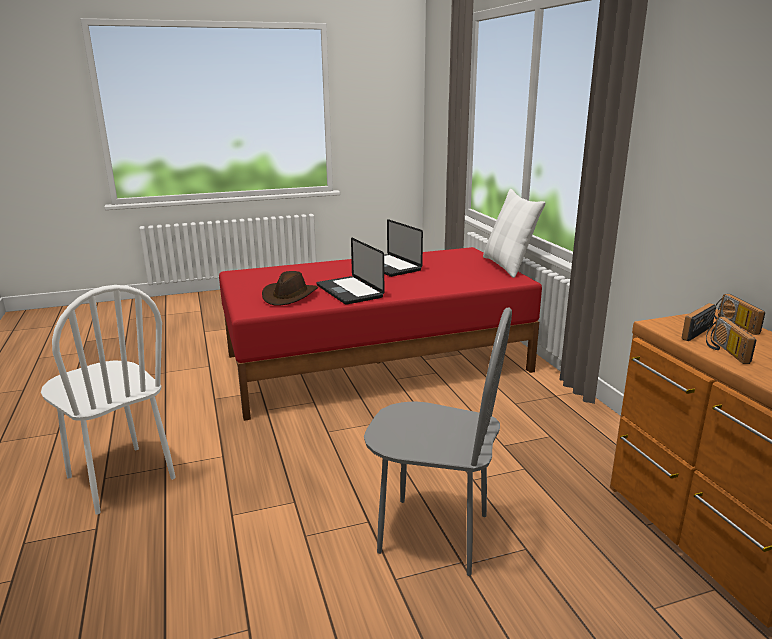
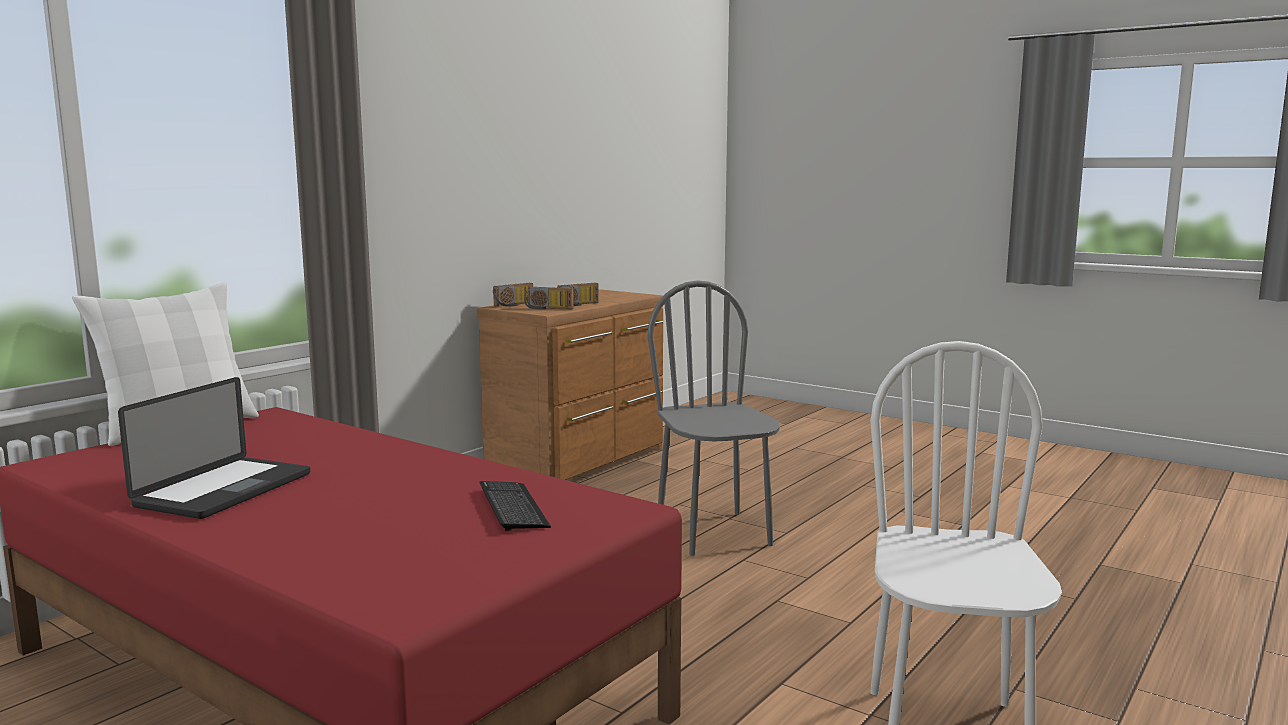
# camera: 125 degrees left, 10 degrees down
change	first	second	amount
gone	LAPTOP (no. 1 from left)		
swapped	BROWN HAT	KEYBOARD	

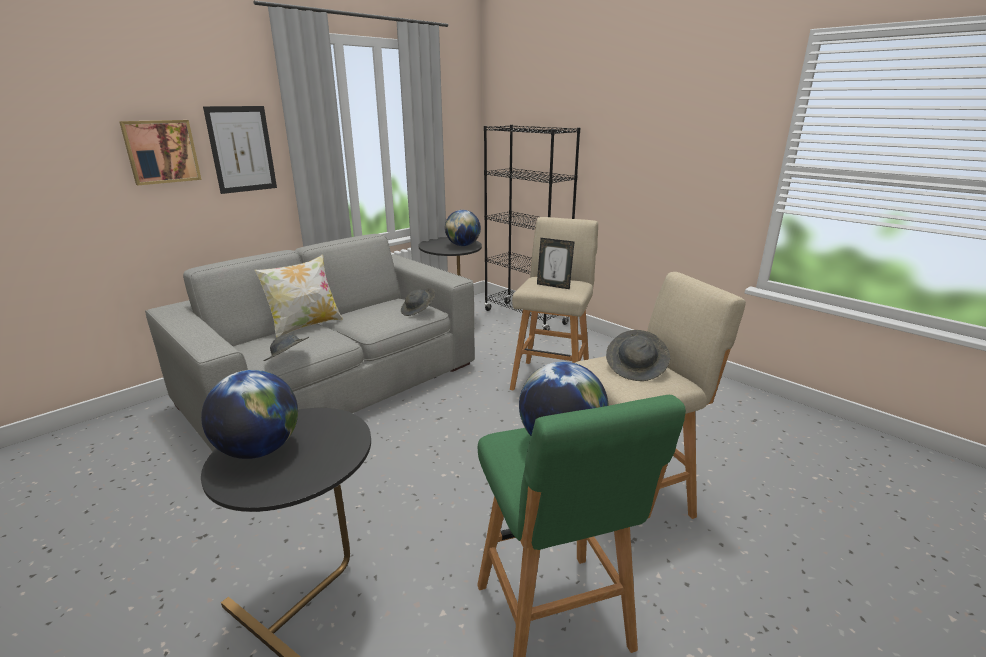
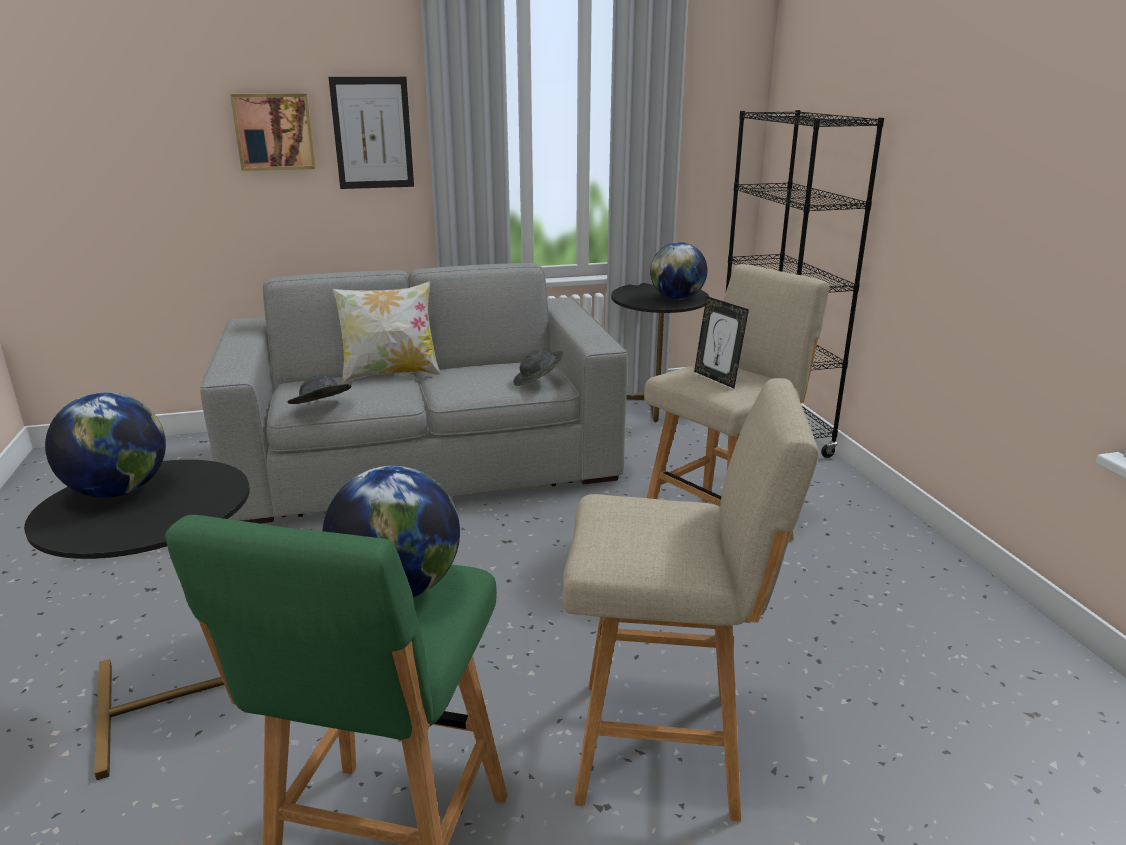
# camera: 30 degrees right, 0 degrees up
change	first	second	amount
gone	GREY HAT (no. 3 from left)		

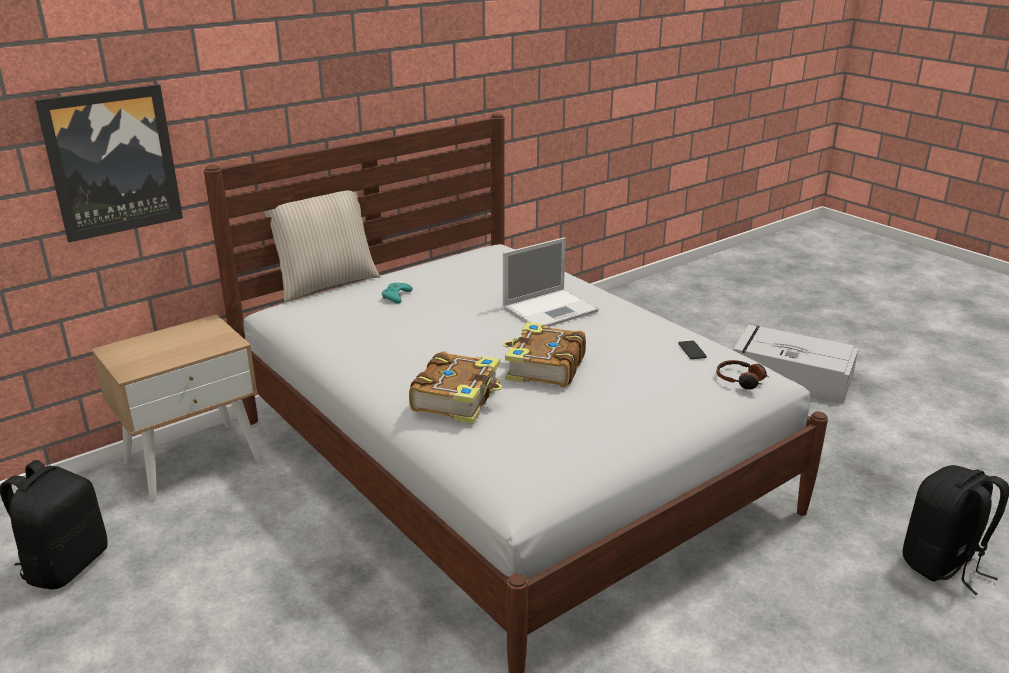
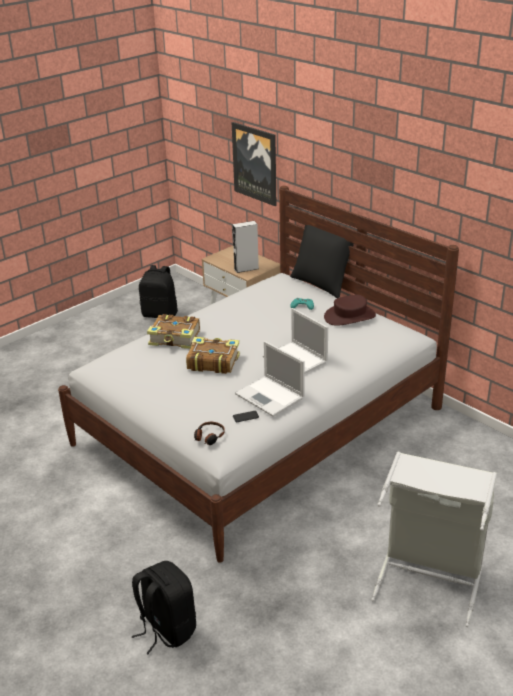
# camera: 85 degrees right, 5 degrees up
change	first	second	amount
new		GREY SPEAKER	
new		LAPTOP (no. 1 from left)	
new		BROWN HAT	
swapped	GREY STORAGE BOX	GREY LAUNDRY BASKET	
repainted	BEIGE PILLOW	BLACK PILLOW	

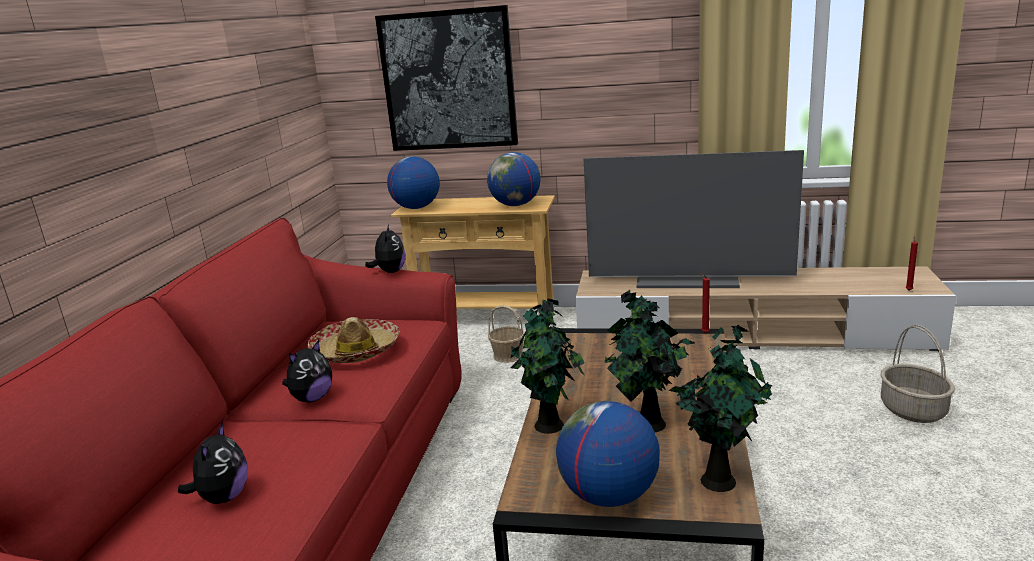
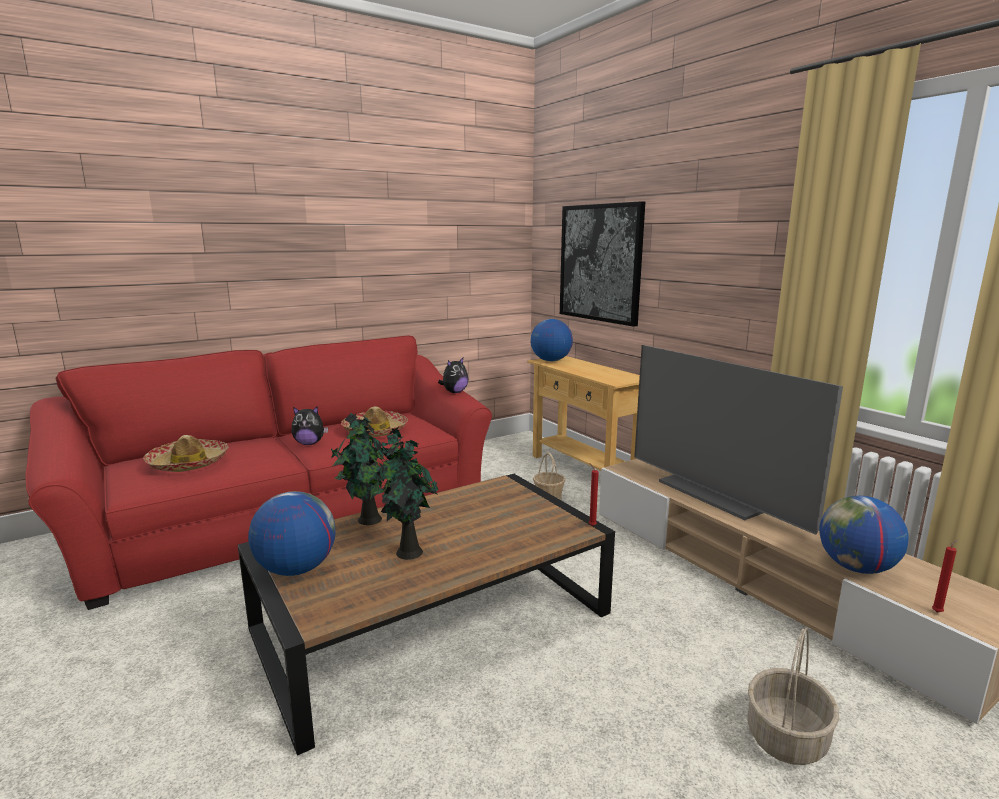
# camera: 45 degrees right, 5 degrees down
change	first	second	amount
gone	POTTED PLANT (no. 3 from left)		
shifted	GLOBE (no. 2 from left in the first image)	GLOBE (no. 3 from left)	
swapped	PLUSH TOY (no. 1 from left)	HAT (no. 1 from left)	

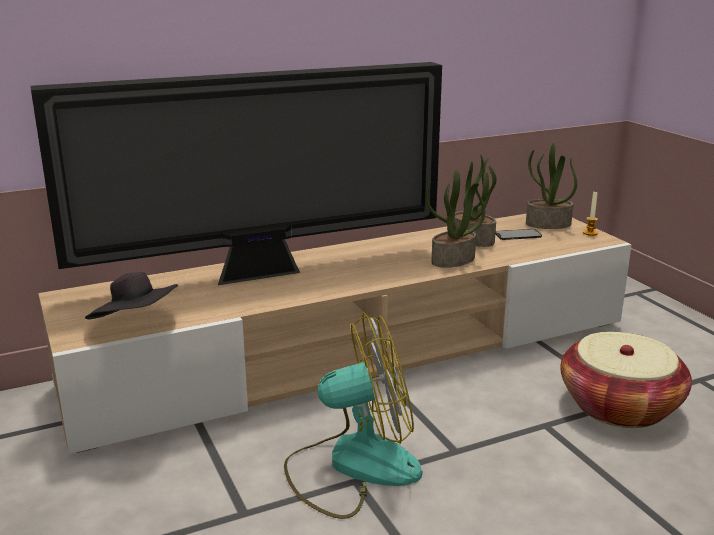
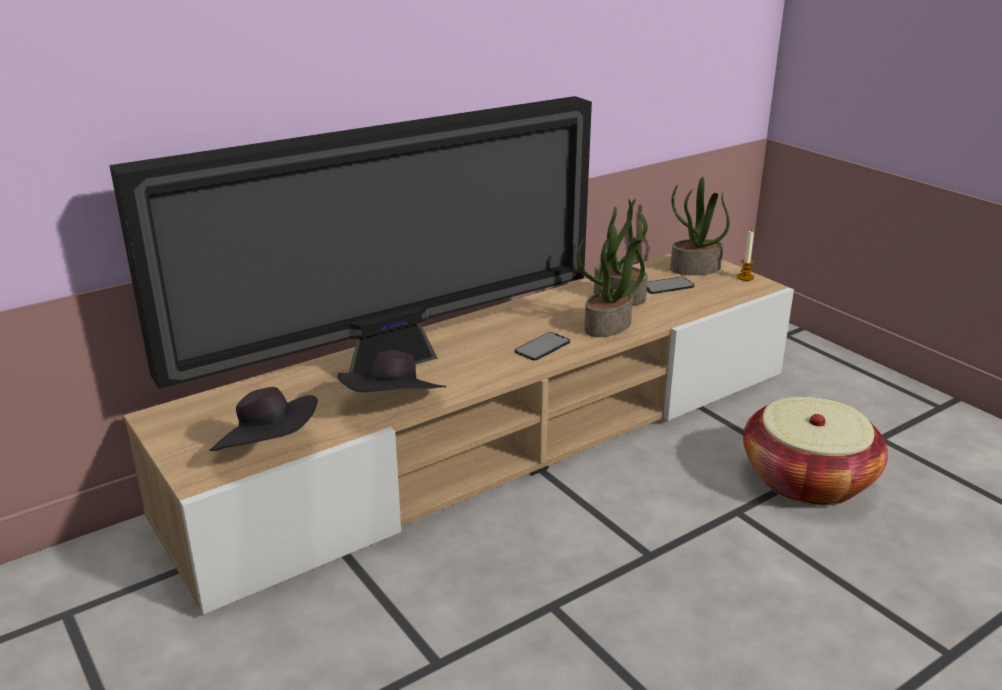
# camera: 10 degrees left, 5 degrees up
change	first	second	amount
gone	FAN		
new		BLACK HAT (no. 2 from left)	
new		PHONE (no. 1 from left)	

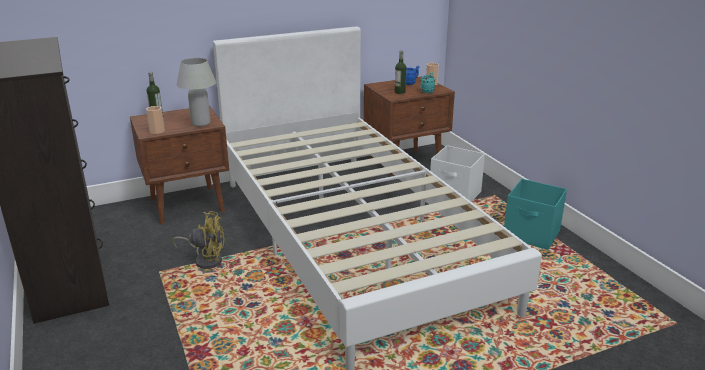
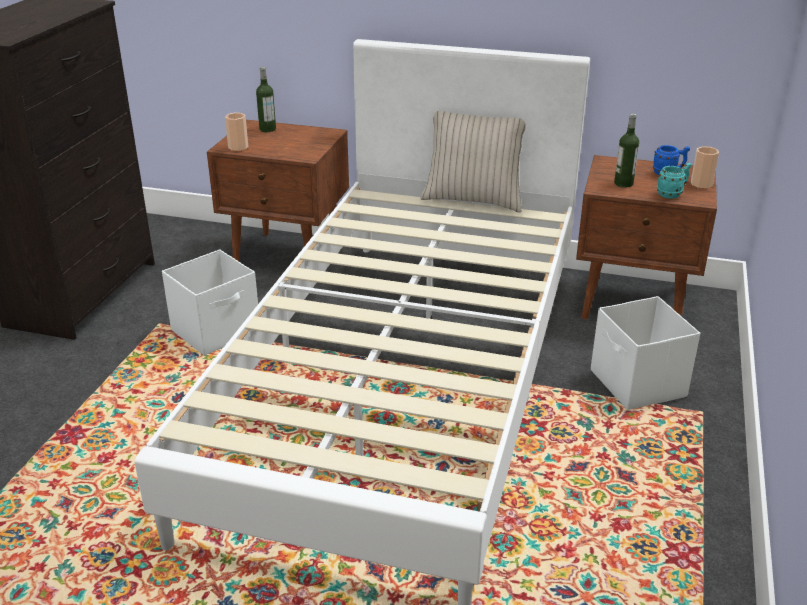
# camera: 40 degrees right, 5 degrees up
change	first	second	amount
gone	WHITE TABLE LAMP		
gone	TURQUOISE STORAGE BOX		
new		BEIGE PILLOW	
swapped	YELLOW FAN	WHITE STORAGE BOX (no. 1 from left)	

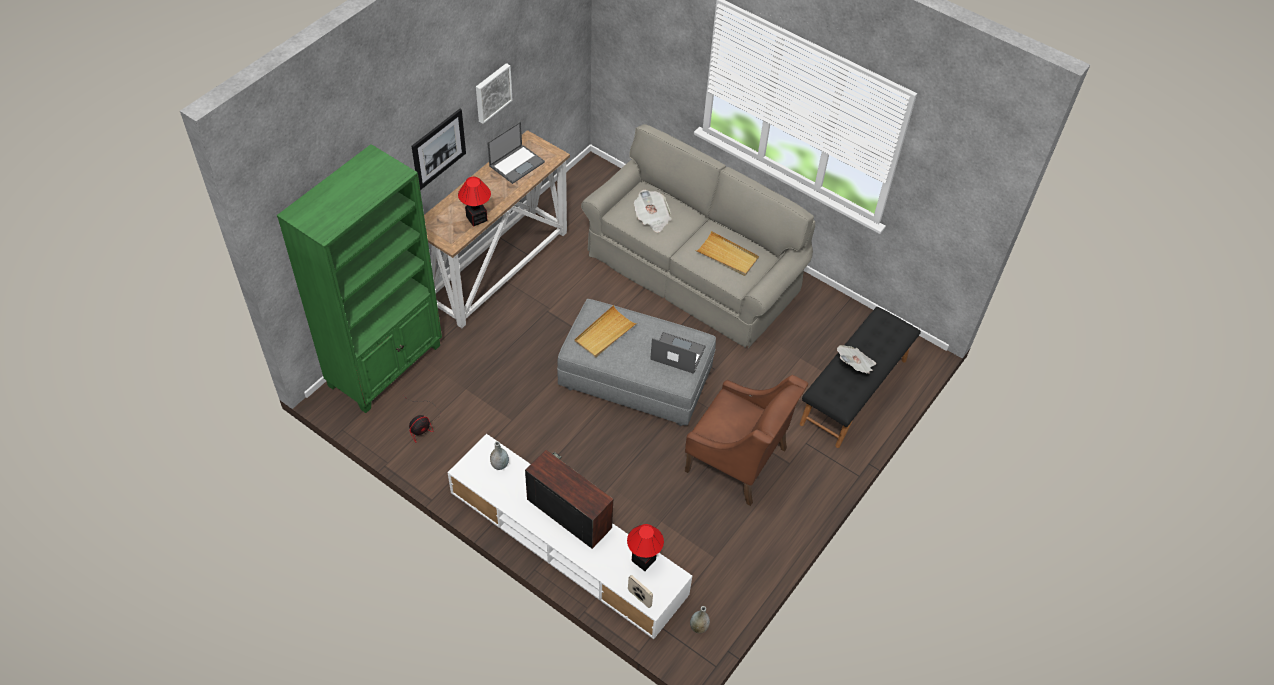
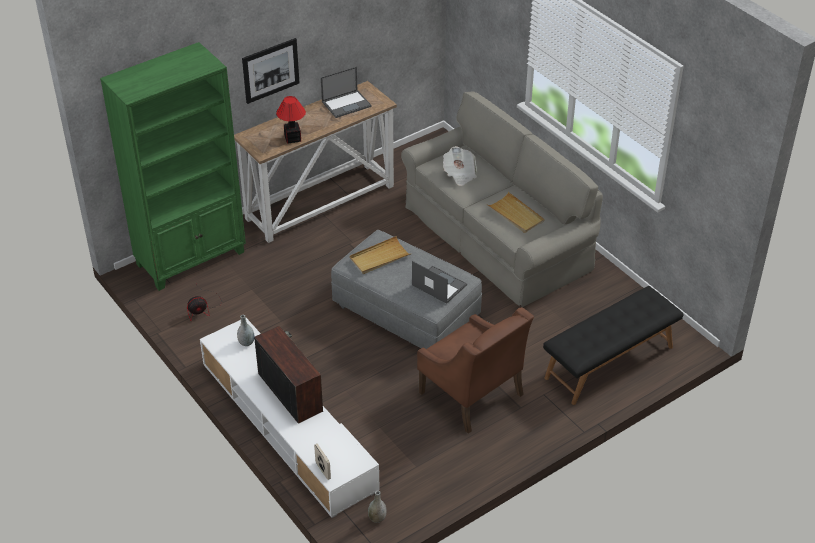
# camera: 20 degrees right, 10 degrees down
change	first	second	amount
gone	PICTURE (no. 2 from left)		
gone	TABLE LAMP (no. 2 from left)		
gone	NEWSPAPER (no. 2 from left)		

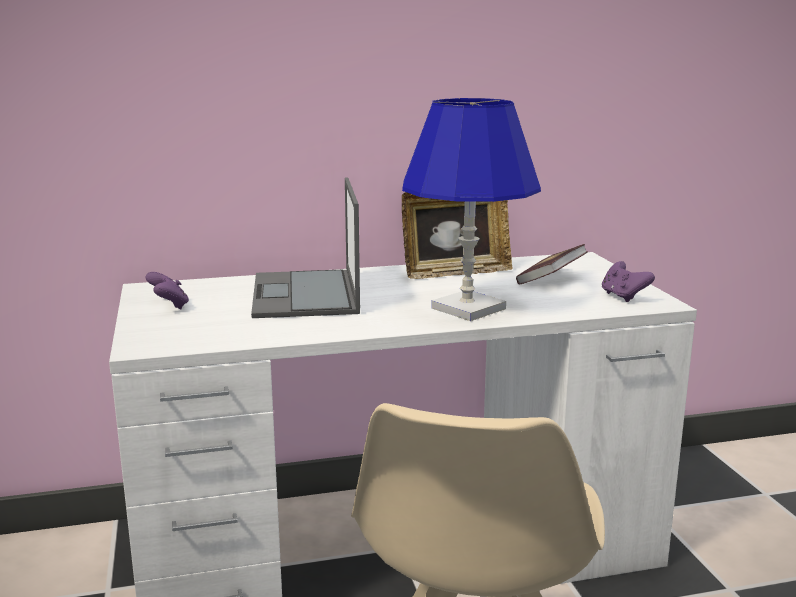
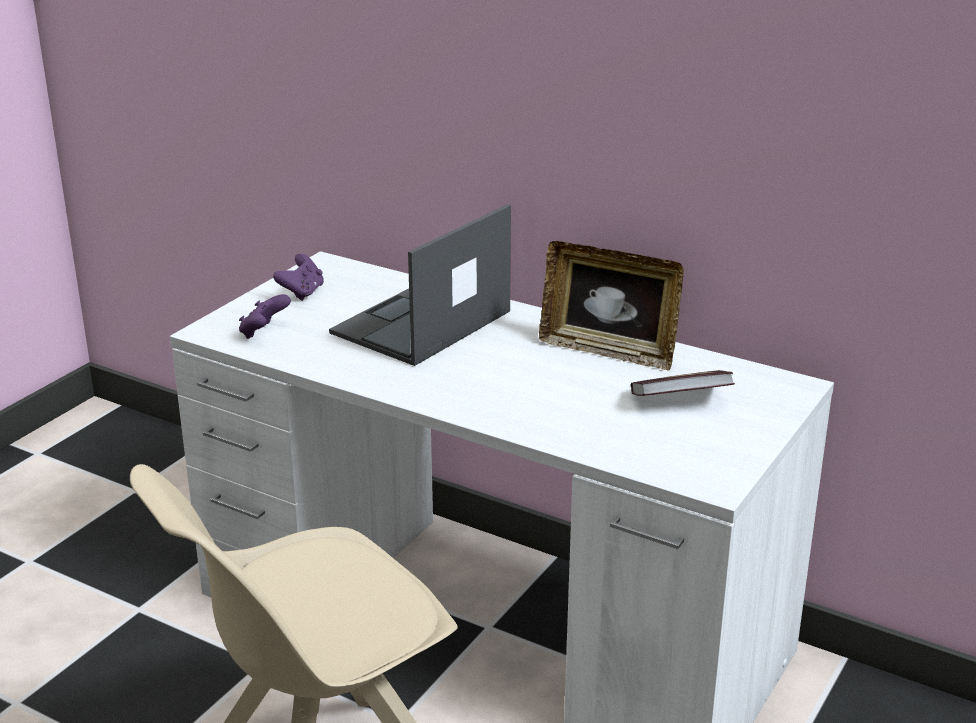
# camera: 45 degrees right, 10 degrees up
change	first	second	amount
gone	BLUE TABLE LAMP		
shifted	PURPLE GAME CONTROLLER (no. 2 from left in the first image)	PURPLE GAME CONTROLLER (no. 1 from left)	

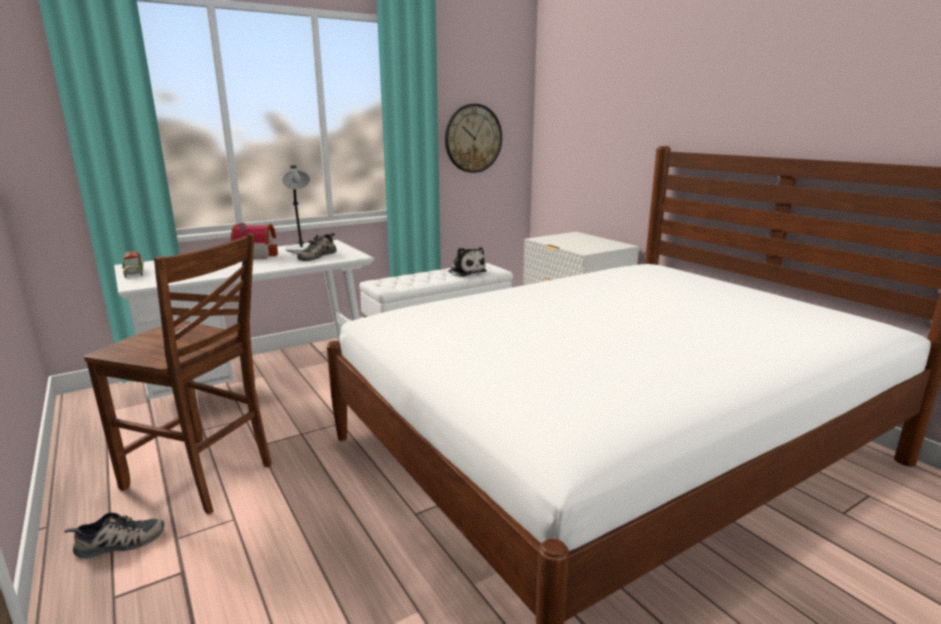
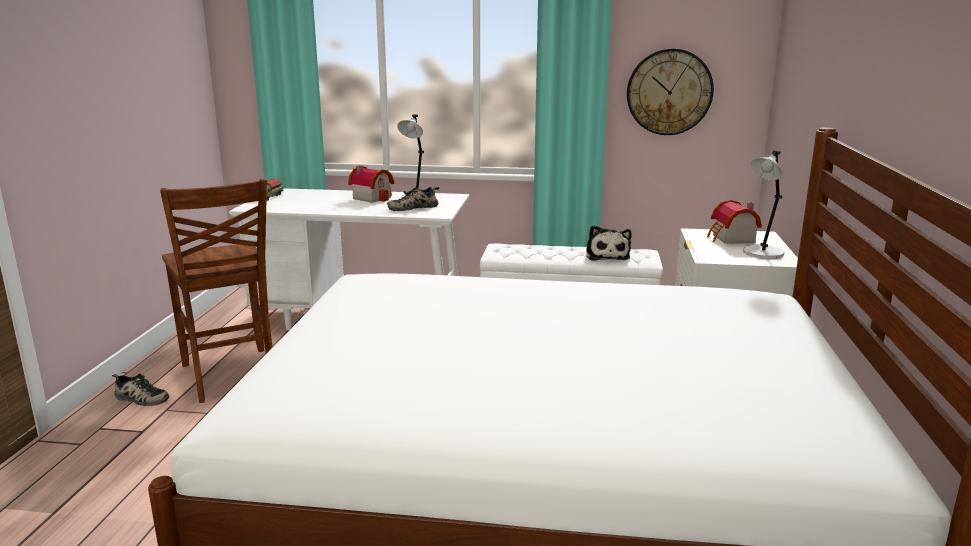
# camera: 40 degrees right, 0 degrees up
change	first	second	amount
new		TOY HOUSE (no. 2 from left)	
new		GREY TABLE LAMP (no. 2 from left)	

